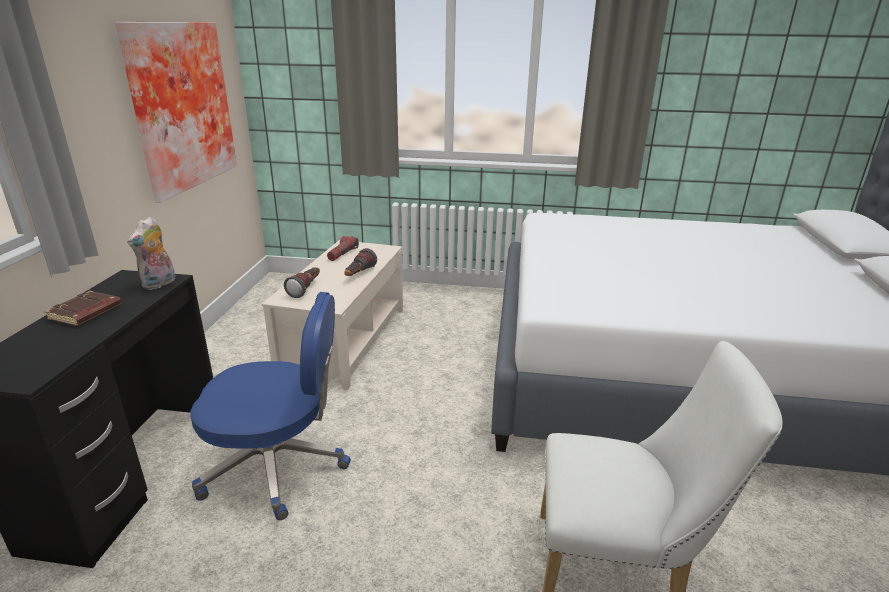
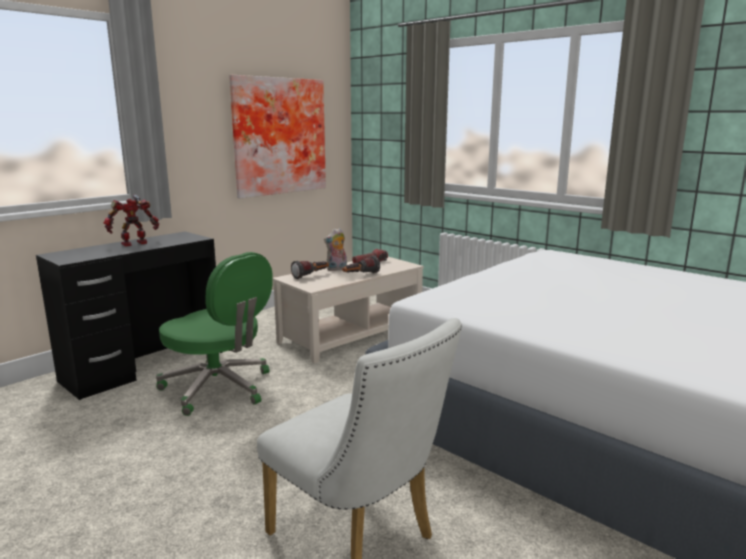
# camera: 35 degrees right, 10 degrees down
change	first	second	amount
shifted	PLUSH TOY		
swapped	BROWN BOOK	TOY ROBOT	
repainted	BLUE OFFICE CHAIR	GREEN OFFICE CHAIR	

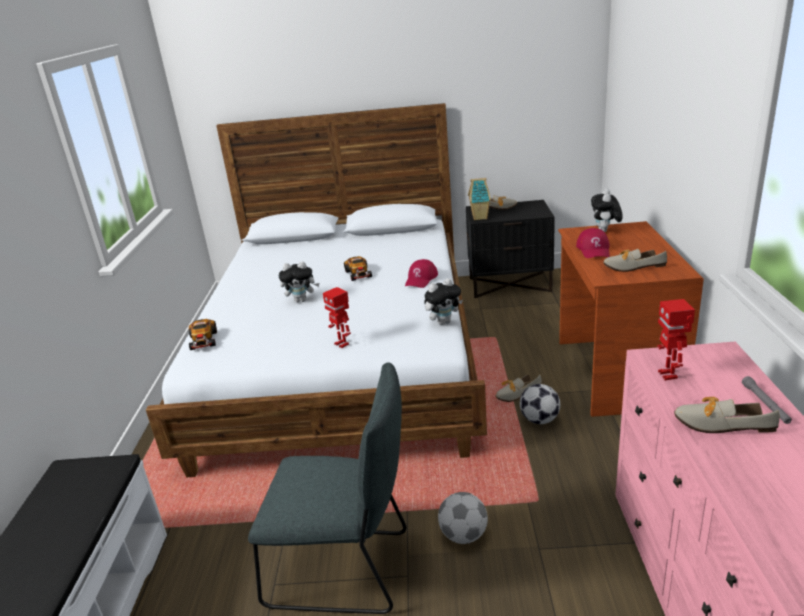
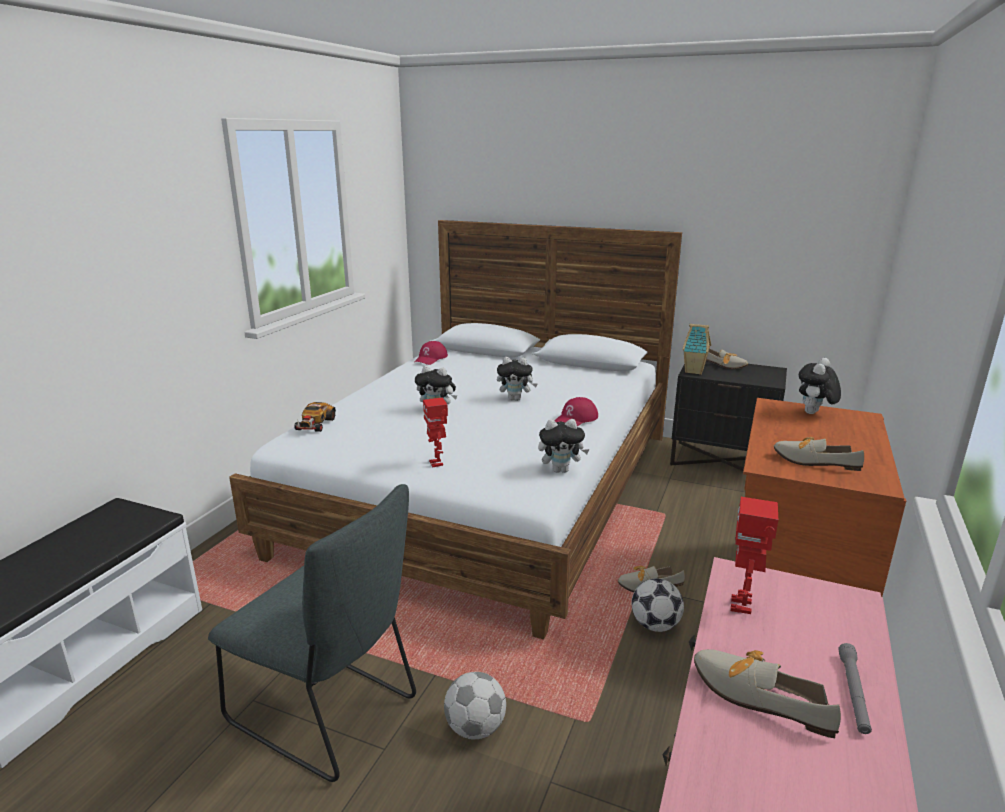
# camera: 20 degrees right, 5 degrees down
change	first	second	amount
shifted	RED CAP (no. 2 from left in the first image)	RED CAP (no. 1 from left)	
swapped	TOY CAR (no. 2 from left)	PLUSH TOY (no. 2 from left)	

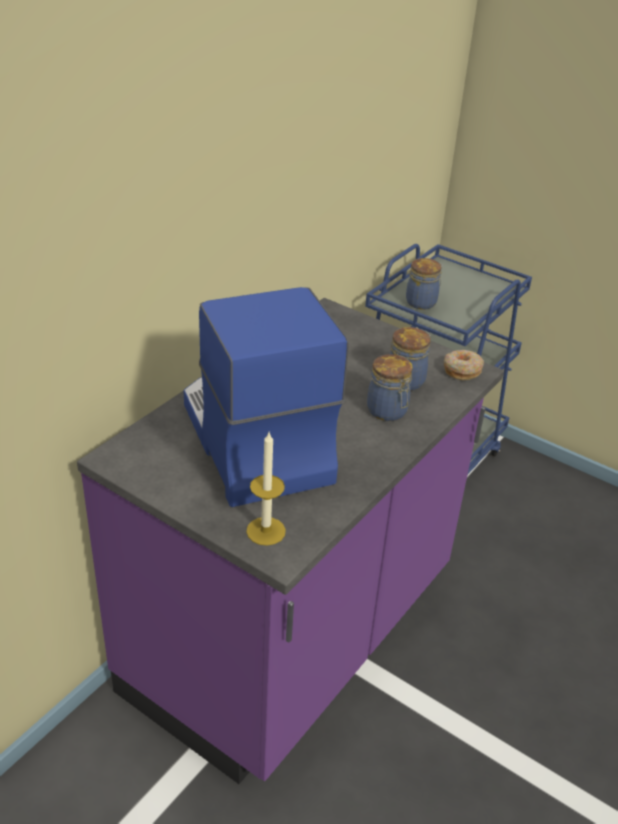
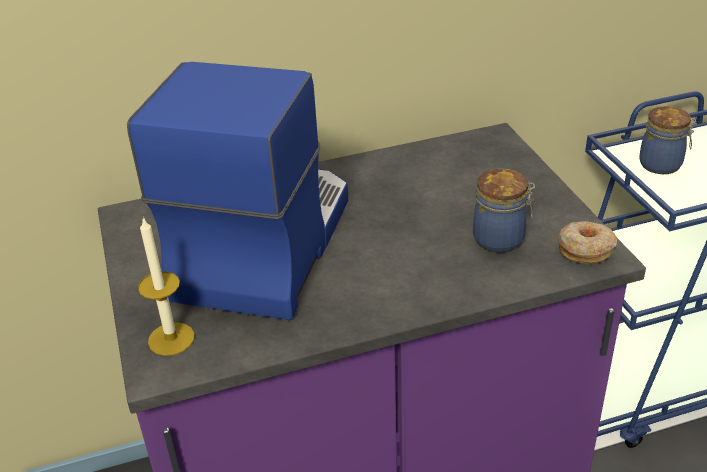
# camera: 40 degrees right, 0 degrees up
change	first	second	amount
gone	JAR (no. 1 from left)		

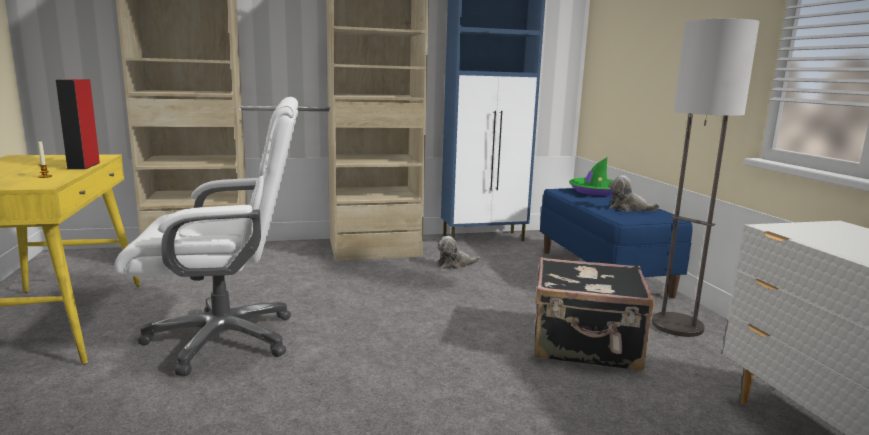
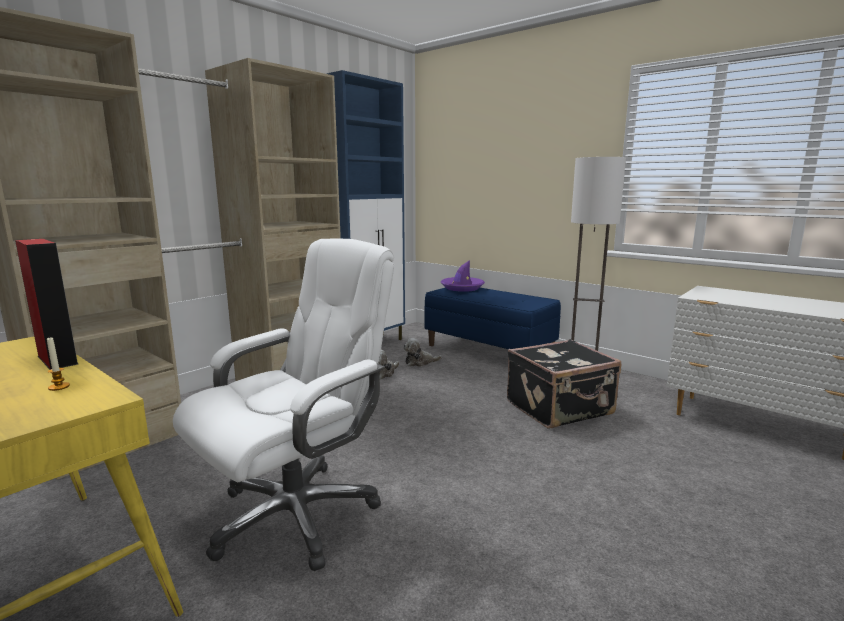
# camera: 35 degrees left, 0 degrees up
change	first	second	amount
shifted	PLUSH TOY (no. 2 from left)		
repainted	GREEN HAT	PURPLE HAT	

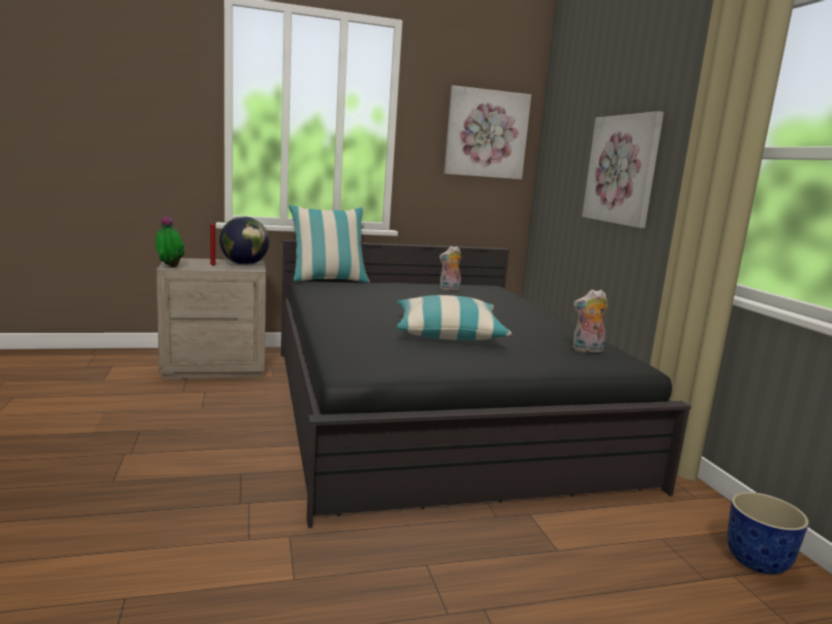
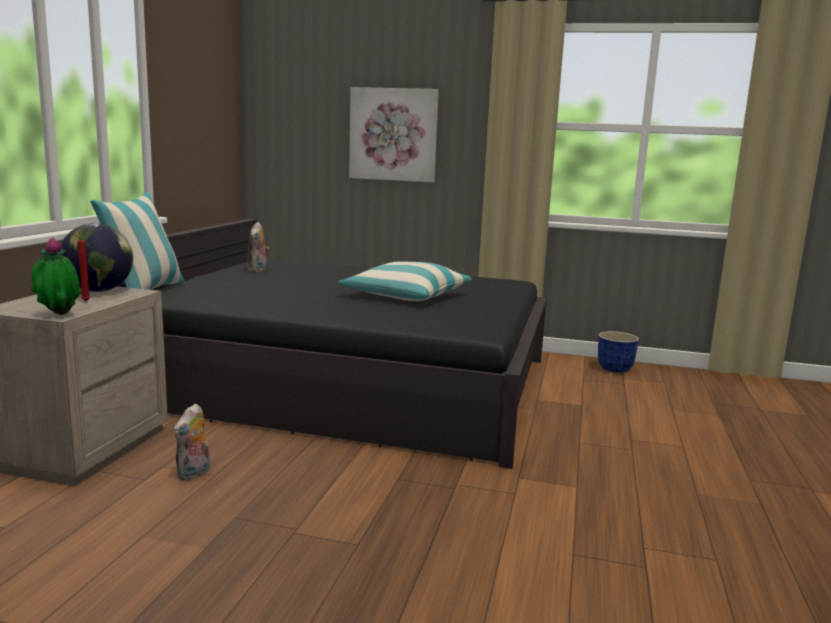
# camera: 60 degrees left, 0 degrees up
change	first	second	amount
gone	PICTURE (no. 1 from left)		
shifted	PLUSH TOY (no. 2 from left in the first image)	PLUSH TOY (no. 1 from left)	

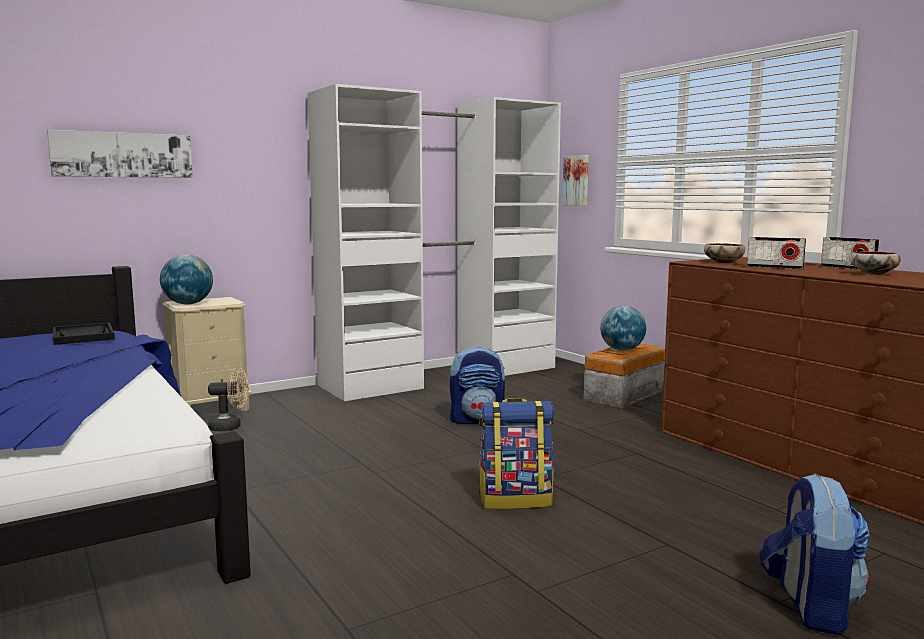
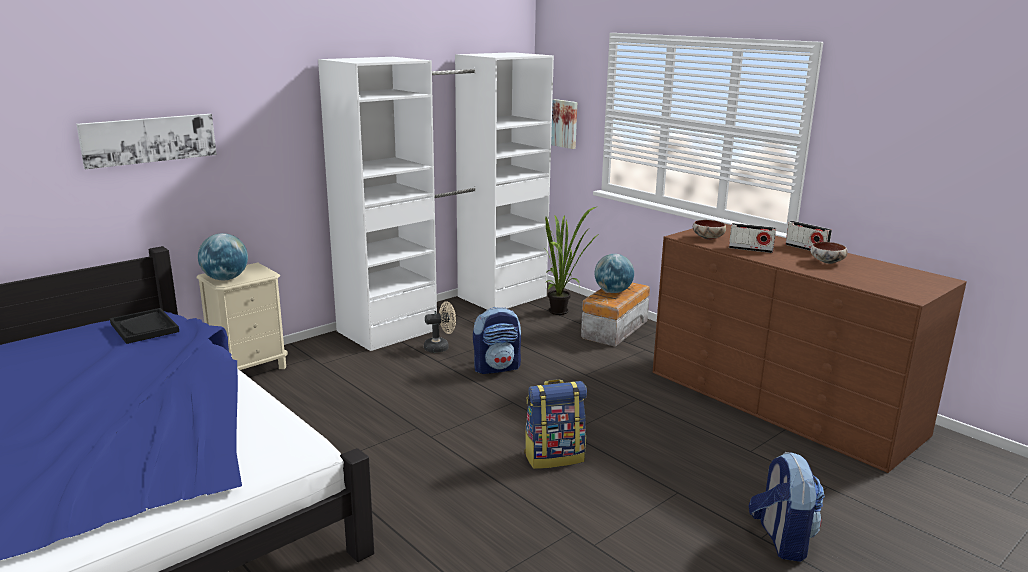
# camera: 10 degrees left, 10 degrees up
change	first	second	amount
new		POTTED PLANT	
shifted	BEIGE FAN		

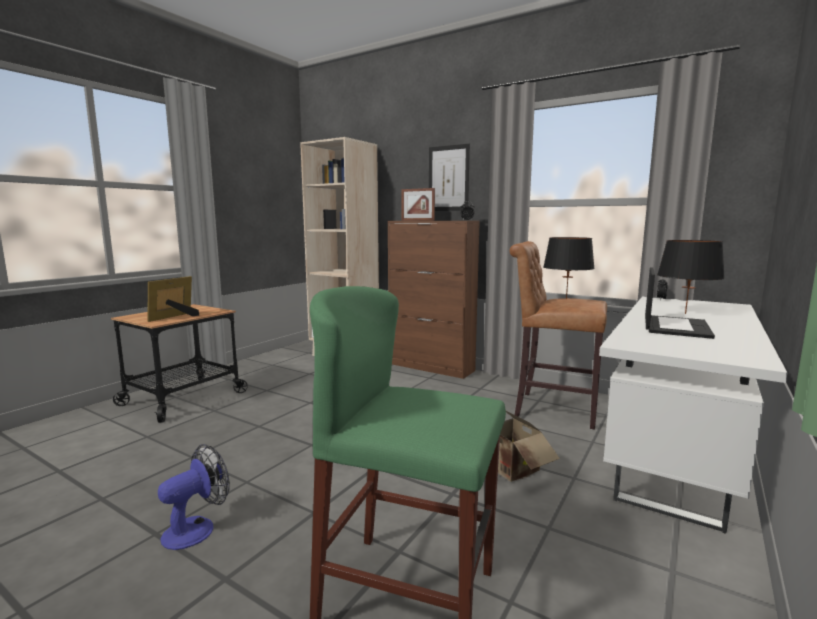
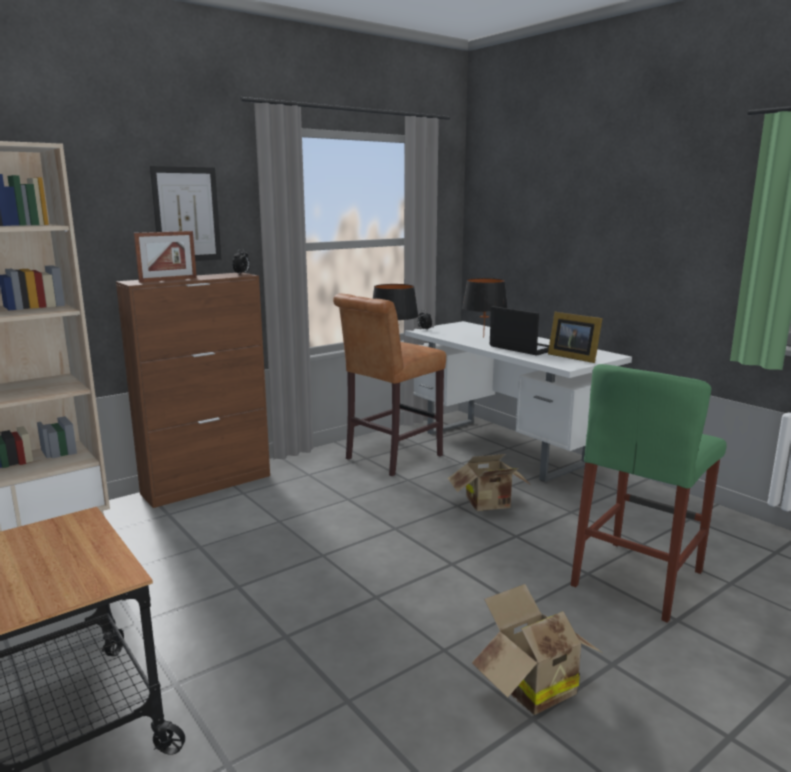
# camera: 70 degrees left, 5 degrees up
change	first	second	amount
shifted	PICTURE FRAME (no. 1 from left in the first image)	PICTURE FRAME (no. 2 from left)	
swapped	FAN	CARDBOARD BOX (no. 2 from left)	

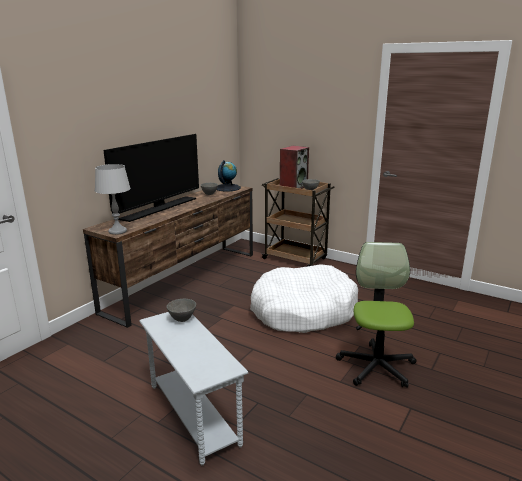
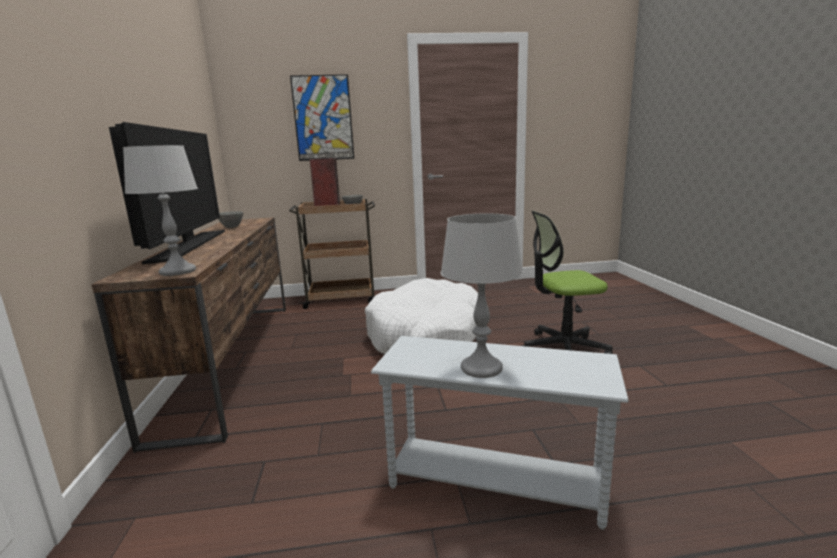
# camera: 40 degrees left, 5 degrees down
change	first	second	amount
gone	GREY BOWL (no. 1 from left)		
gone	GLOBE		
new		PICTURE	
new		GREY TABLE LAMP (no. 2 from left)	
rotated	OFFICE CHAIR		60 degrees counterclockwise

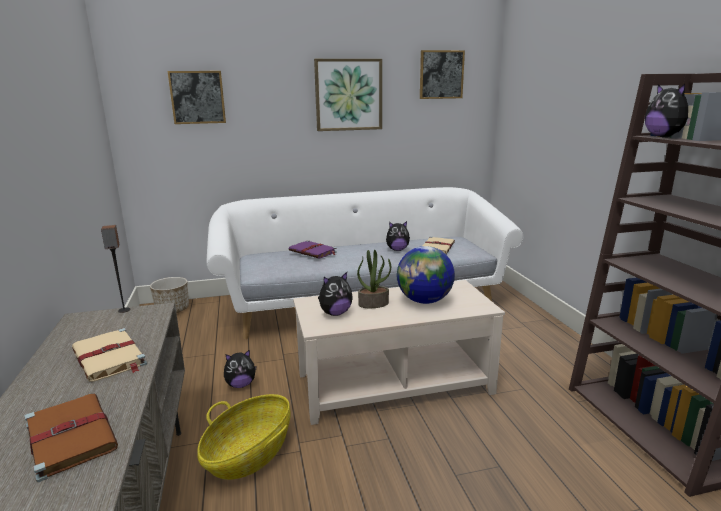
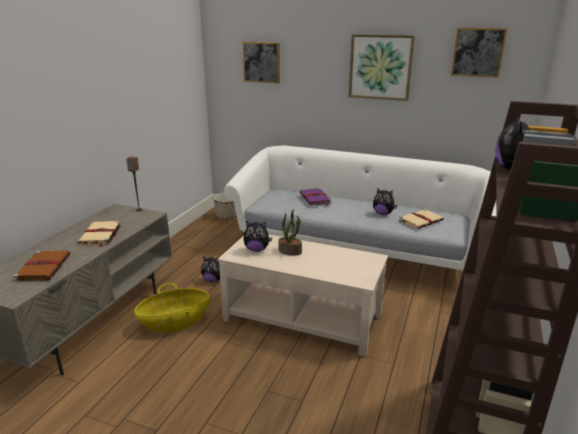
# camera: 35 degrees right, 5 degrees up
change	first	second	amount
gone	GLOBE		

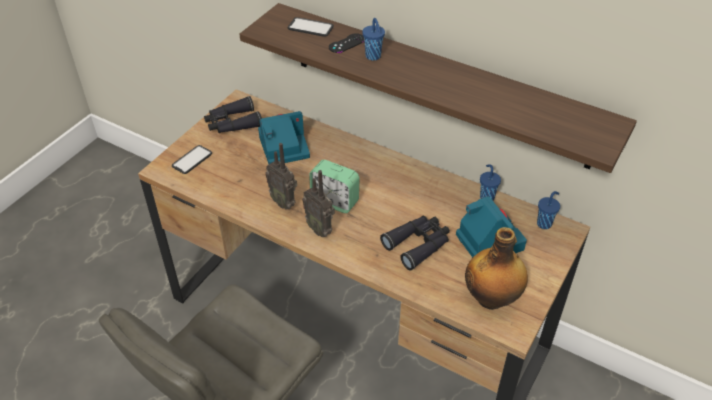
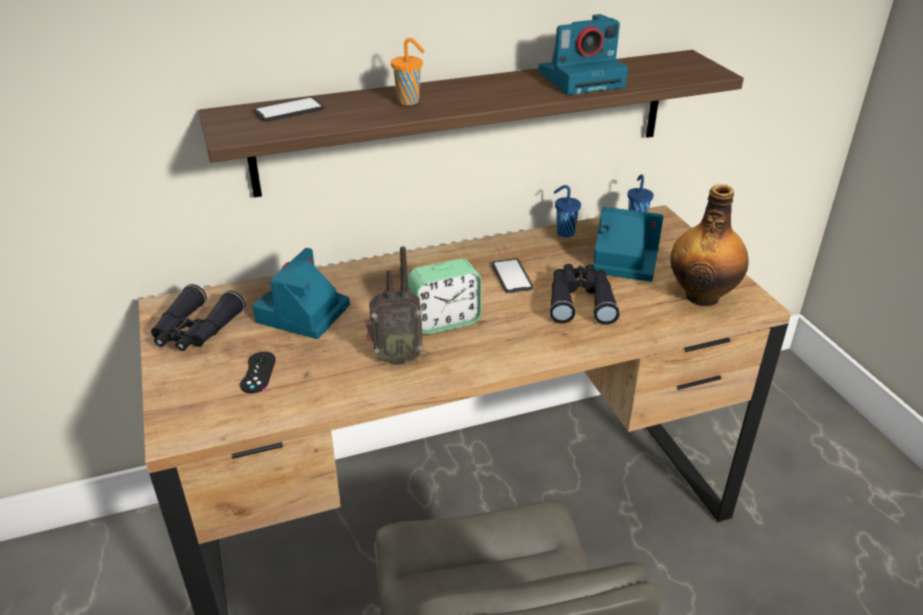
# camera: 50 degrees left, 10 degrees down
change	first	second	amount
gone	RADIO (no. 2 from left)		
new		PHOTO CAMERA (no. 2 from left)	
shifted	PHONE (no. 1 from left in the first image)	PHONE (no. 2 from left)	
shifted	BLACK GAME CONTROLLER		
repainted	BLUE CUP (no. 1 from left)	ORANGE CUP	

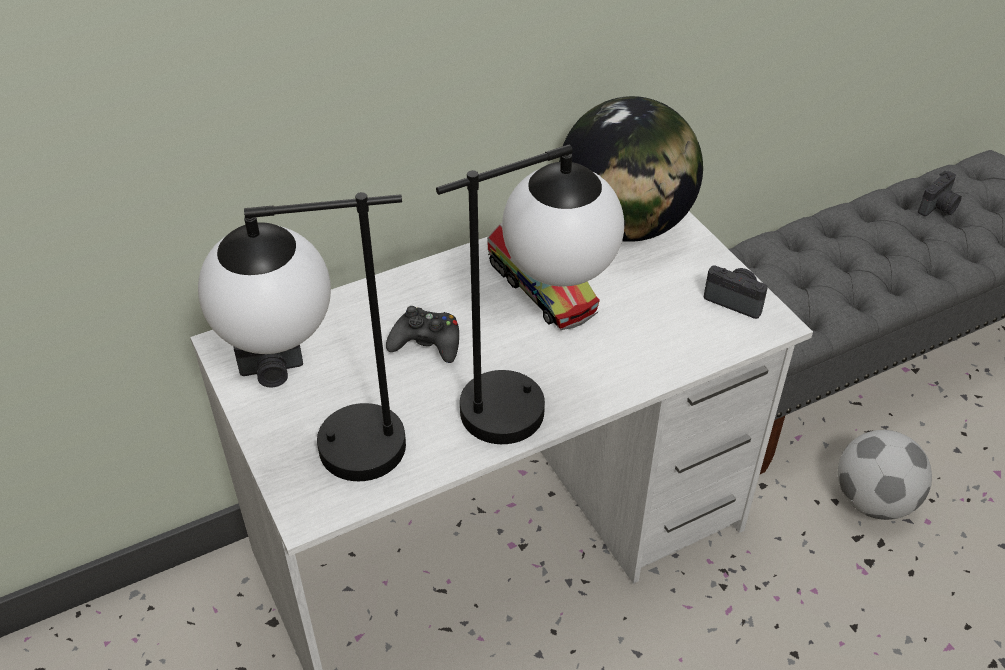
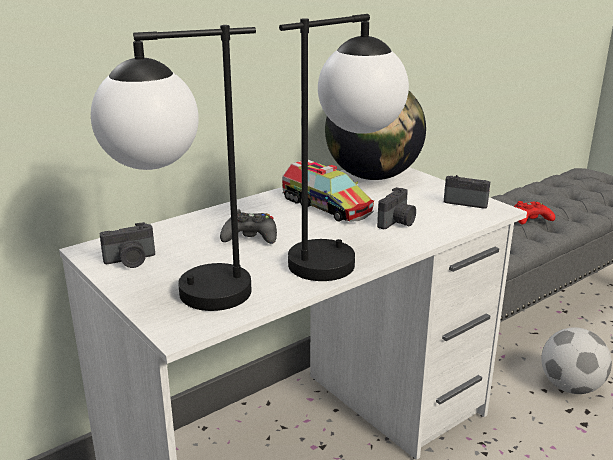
# camera: 10 degrees left, 20 degrees down
change	first	second	amount
new		RED GAME CONTROLLER	
shifted	PHOTO CAMERA (no. 3 from left in the first image)	PHOTO CAMERA (no. 2 from left)	

